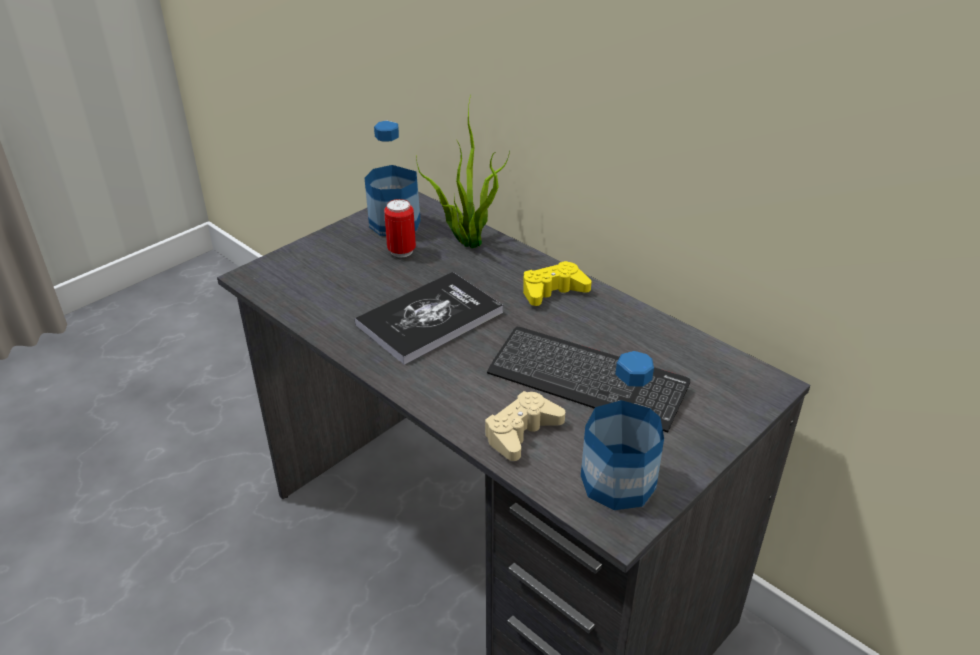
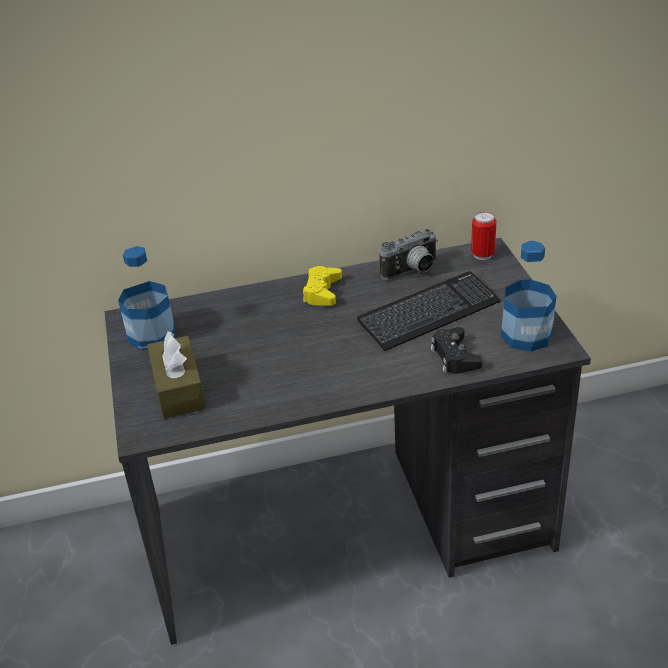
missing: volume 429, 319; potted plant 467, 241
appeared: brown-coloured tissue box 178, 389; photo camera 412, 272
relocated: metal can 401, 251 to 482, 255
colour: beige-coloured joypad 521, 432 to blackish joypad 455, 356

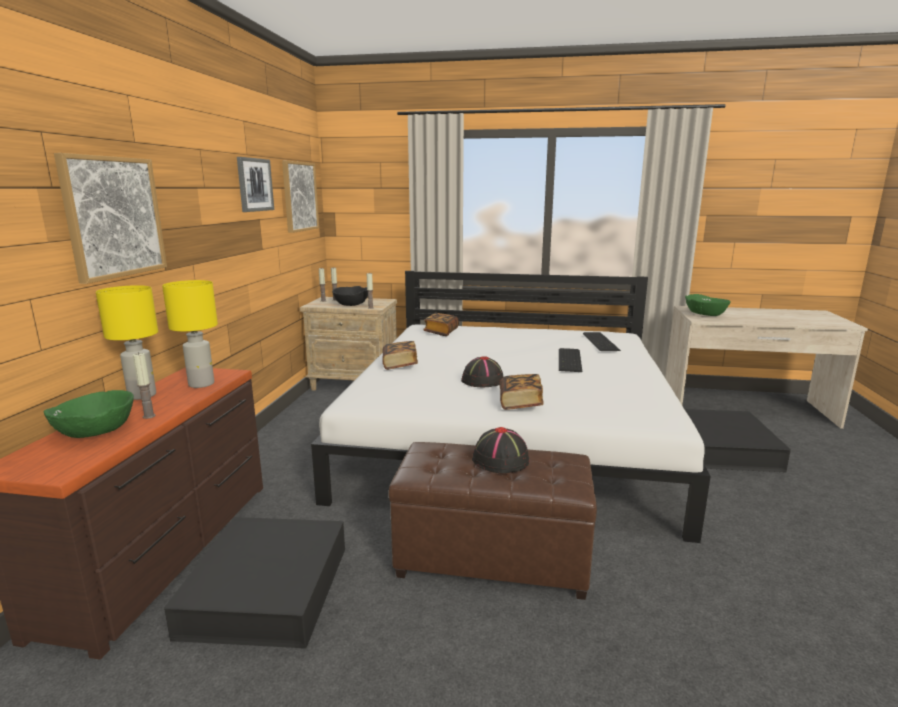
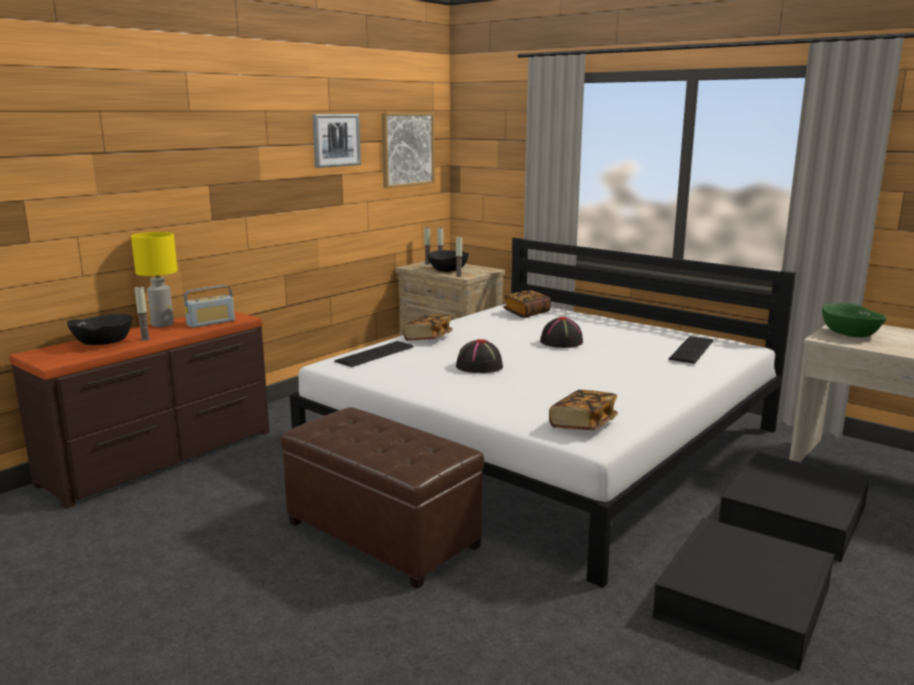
missing: picture 114, 217
relocated: blackish storage bin 267, 589 to 743, 601; blackish hat 501, 460 to 561, 342; volume 520, 403 to 583, 424; keyboard 571, 360 to 377, 354
exchanged: yellow-coloured tabletop lamp 201, 384 to radio receiver 211, 323
colour: green serving bowl 95, 431 to blackish serving bowl 103, 343

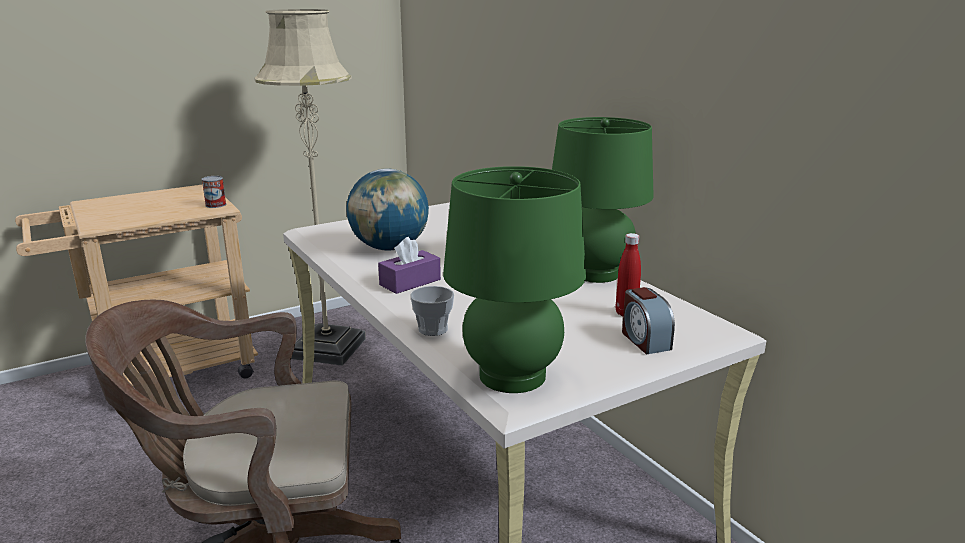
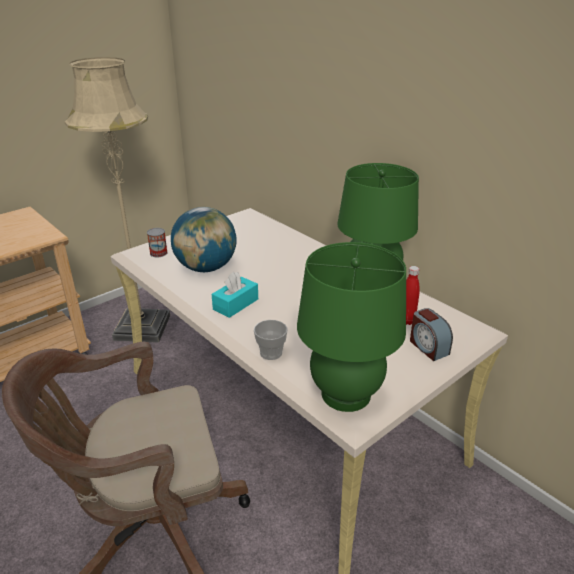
relocated: metal can 216, 205 to 158, 253
colour: purplish tissue box 410, 282 to turquoise tissue box 235, 304

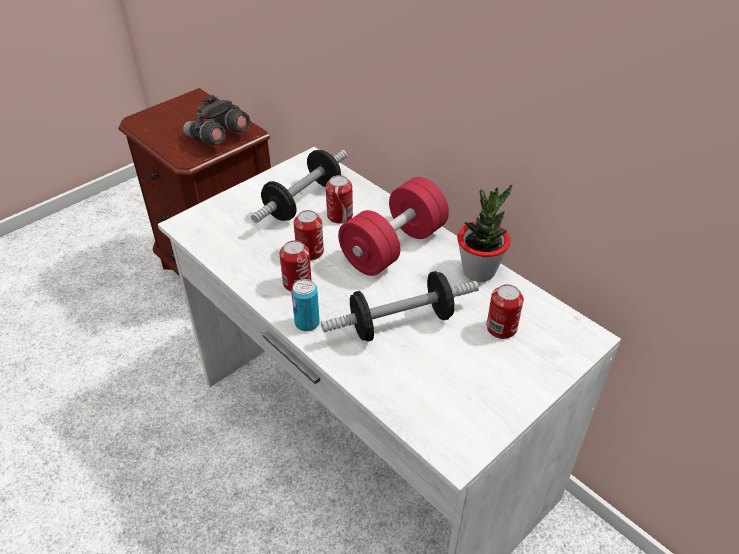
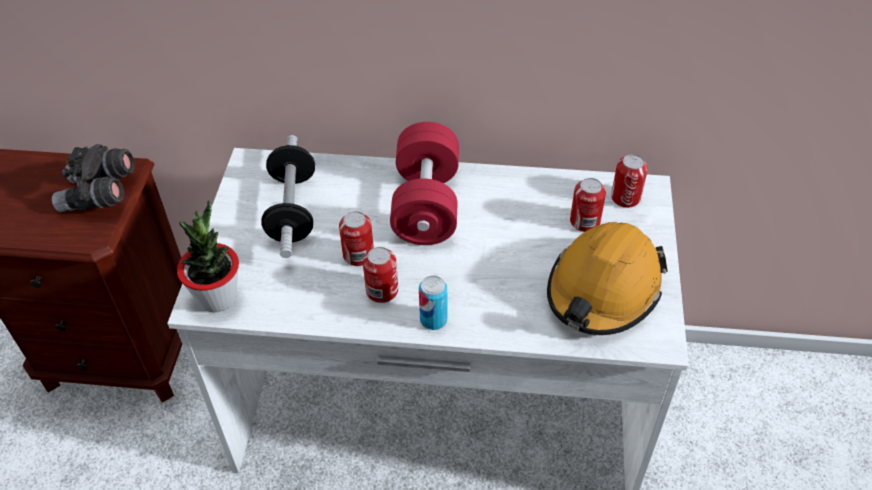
missing: hand weight 400, 323
appeared: orangey hard hat 603, 290
relocated: metal can 340, 216 to 625, 197; potted plant 479, 271 to 218, 297

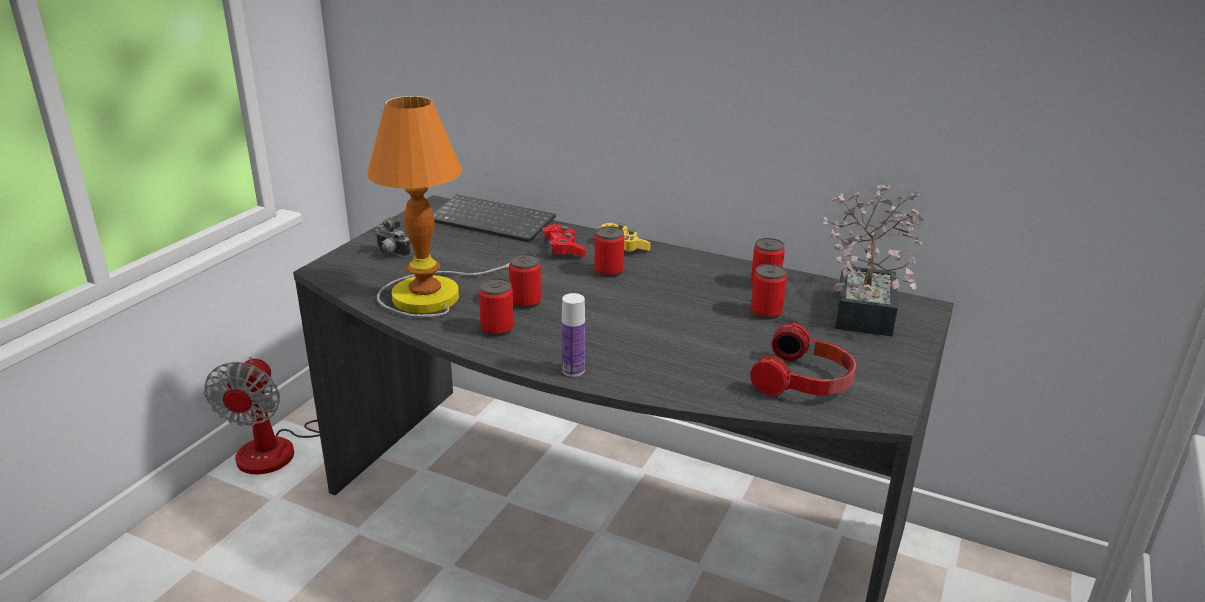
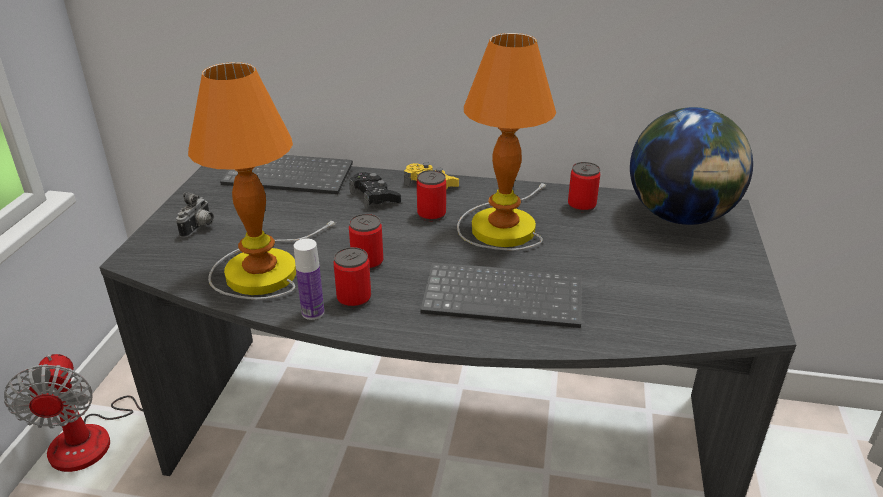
missing: pair of headphones 805, 381; metal can 766, 312
appeared: keyboard 504, 296; tabletop lamp 502, 225
relocated: drink bottle 573, 370 to 313, 313
exchanged: potted plant 865, 308 to desk globe 680, 217
colour: red-coloured joypad 563, 249 to blackish joypad 374, 196
spun: photo camera 390, 253 = 199, 228 90 degrees counterclockwise

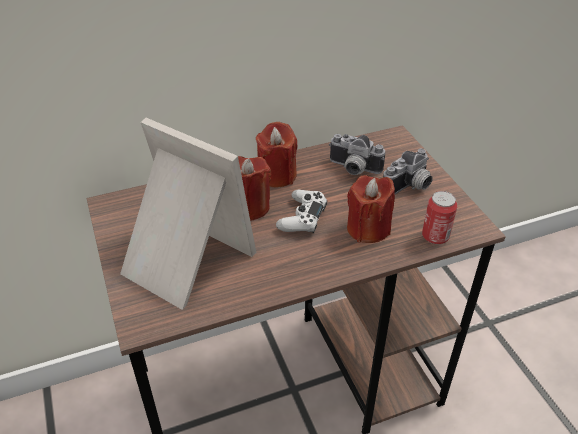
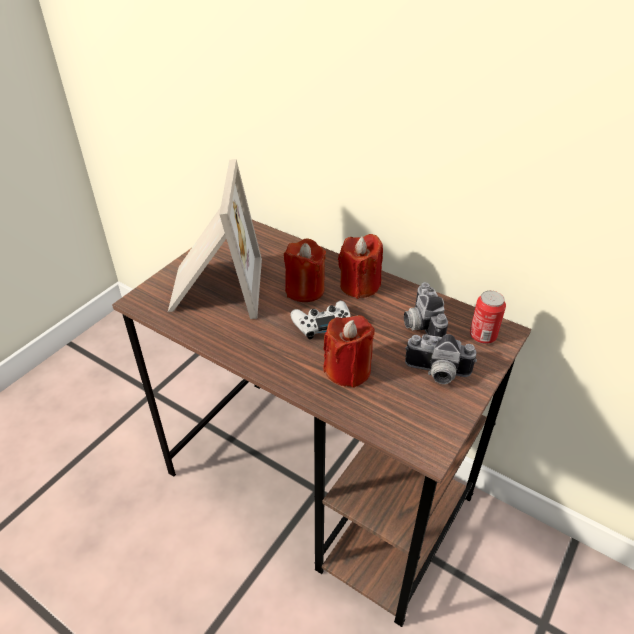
relocated: metal can 435, 236 to 482, 336

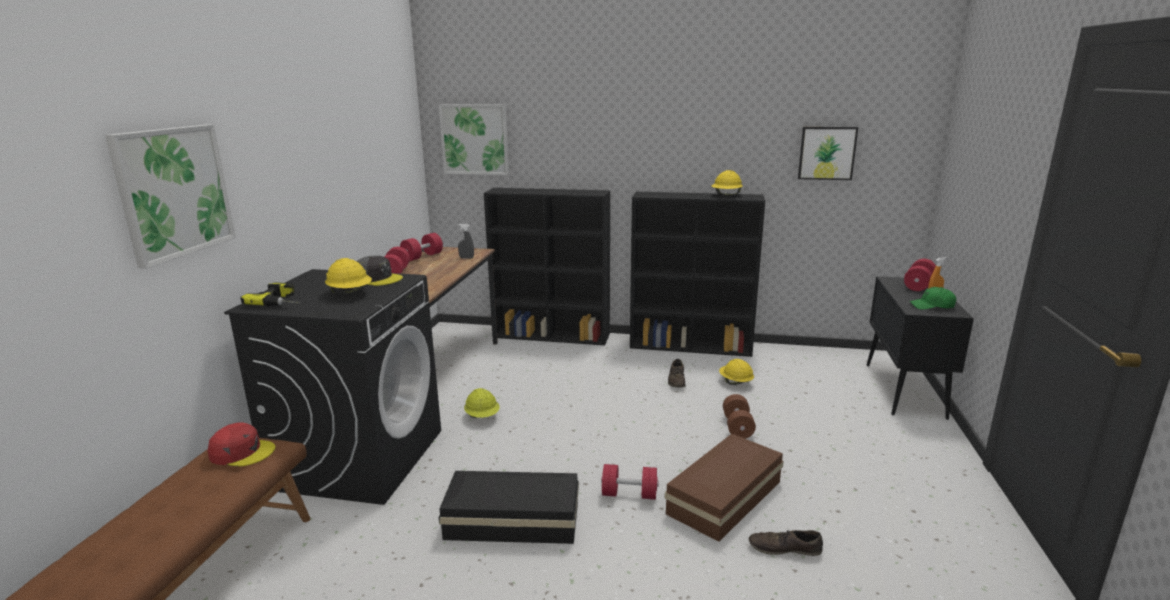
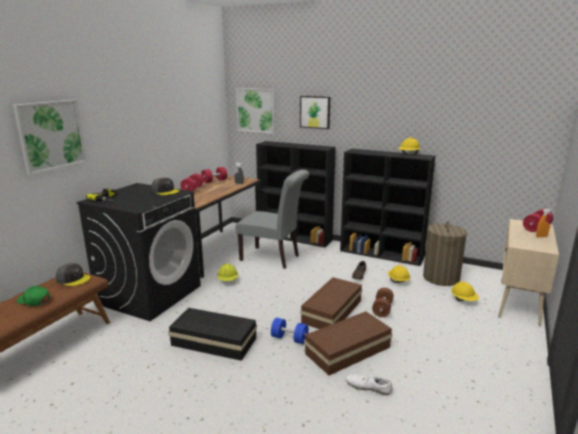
appeared: gray upright chair 273, 258; brown-coloured storage bin 333, 311; hamper 441, 277
relocated: yellow-coloured hard hat 350, 293 to 463, 300; picture 826, 153 to 315, 112; green baseball cap 932, 306 to 34, 301
colour: red-coloured baseball cap 242, 452 to gray baseball cap 73, 279; red-coloured hand weight 629, 494 to blue-coloured hand weight 289, 338; brown-coloured low shoe 784, 548 to white low shoe 368, 387; blackish cabinet 904, 391 to beige-coloured cabinet 519, 302

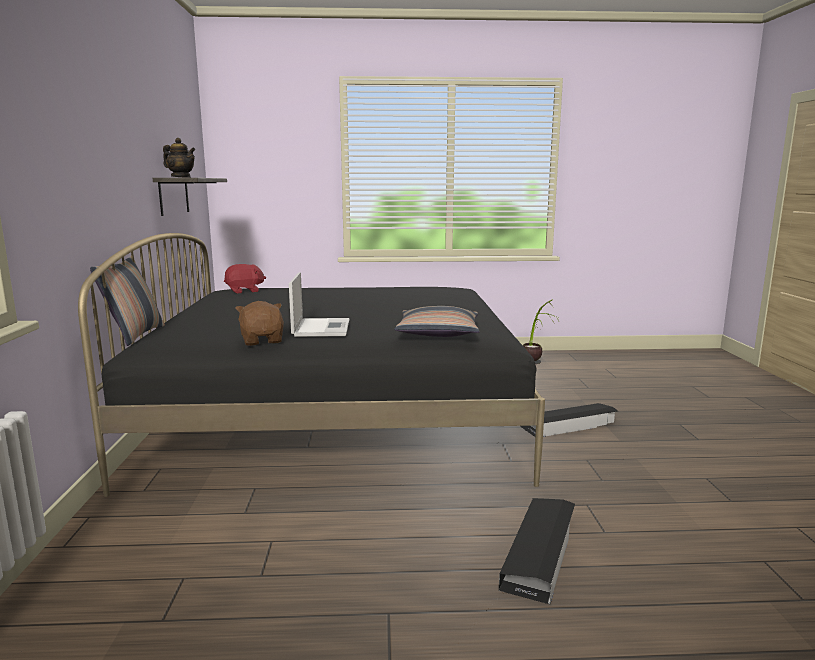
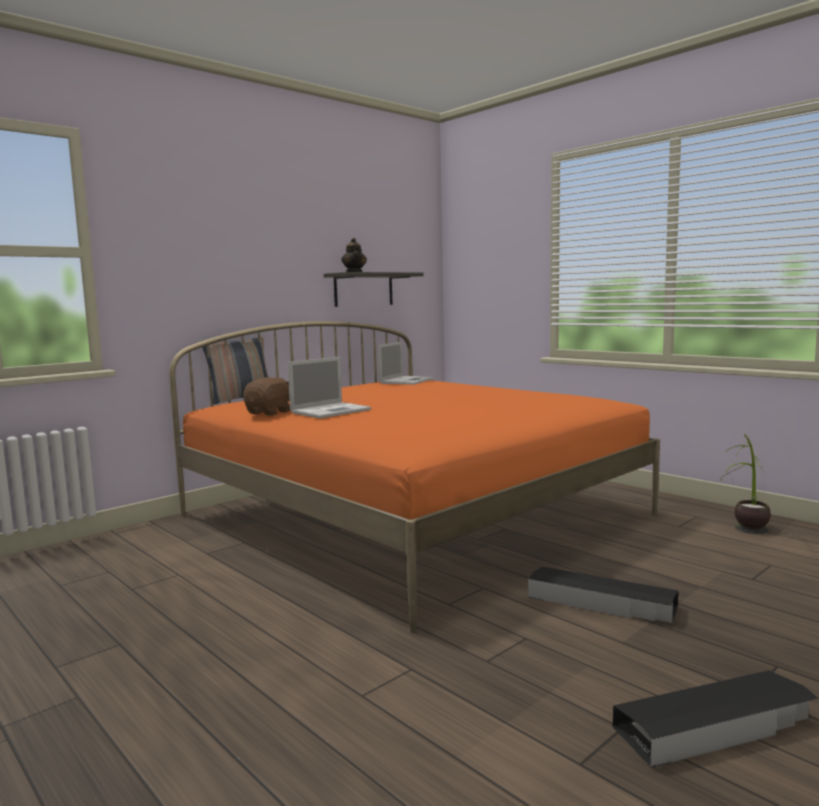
missing: throw pillow 438, 333
relocated: blackish storage bin 540, 553 to 715, 727
exchanged: red-coloured cuddly toy 245, 291 to notebook computer 407, 381
colour: blackish bedroom bed 337, 414 to orangey bedroom bed 412, 515

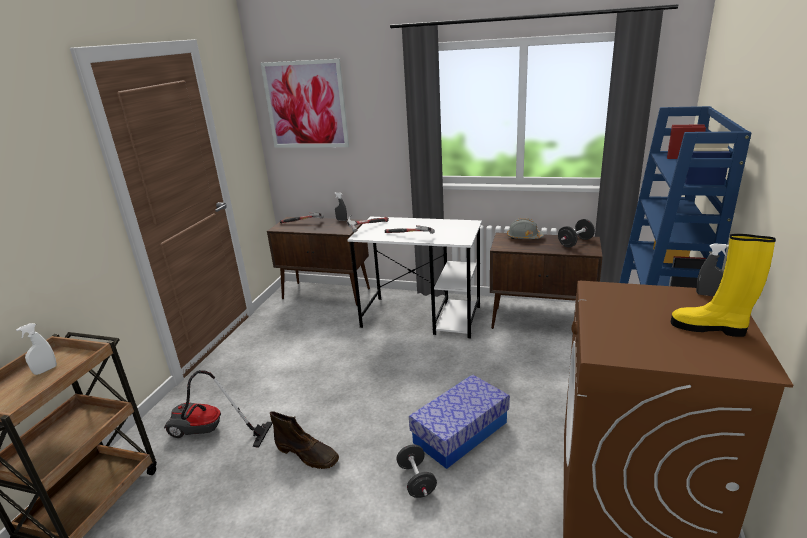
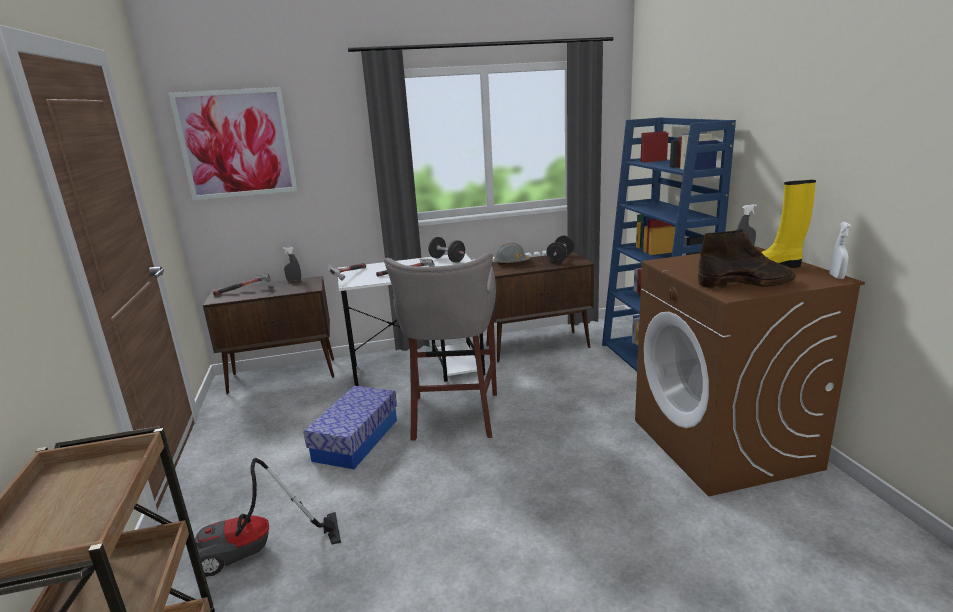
appeared: gray stool seat 453, 417
relocated: white sprayer 45, 370 to 836, 277; brown-coloured high-top boot 307, 454 to 746, 283; blackish hand weight 416, 481 to 447, 260; storage bin 460, 432 to 356, 440

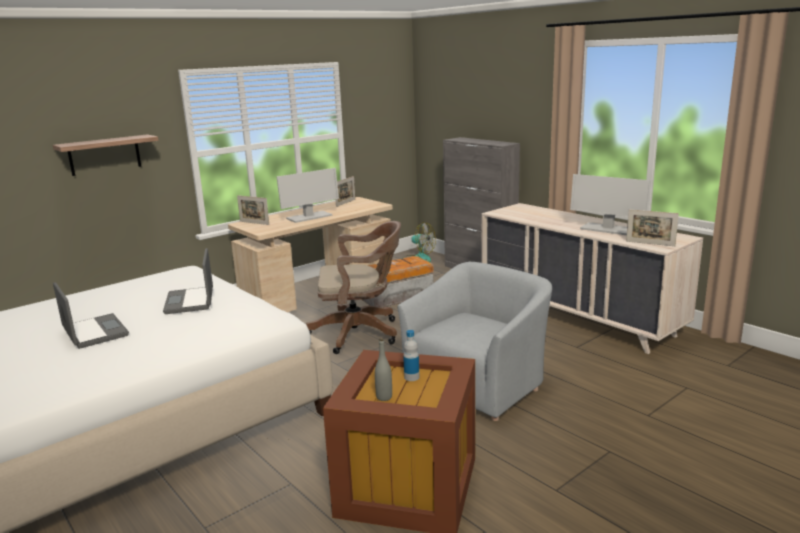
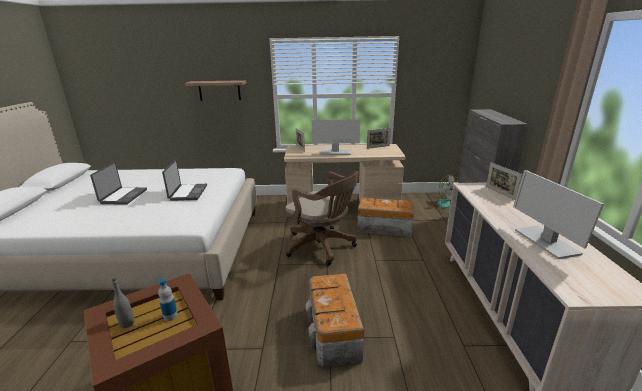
relocated: standing frame 650, 243 to 500, 193
exchanged: gray armchair 477, 383 to storage bin 333, 333
spun: notebook computer 191, 301 = 187, 193 150 degrees clockwise

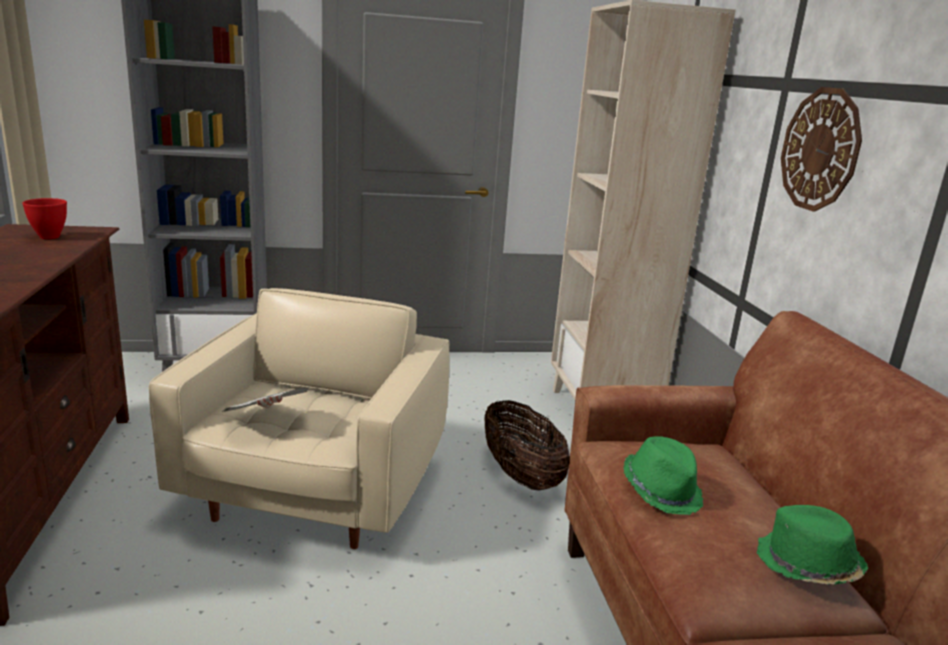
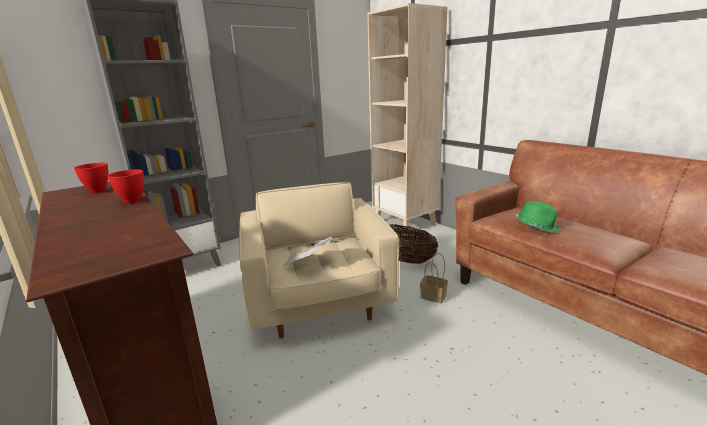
missing: green hat 806, 565; clock on the wall 820, 149
appeared: red-coloured serving bowl 133, 201; household basket 434, 296

